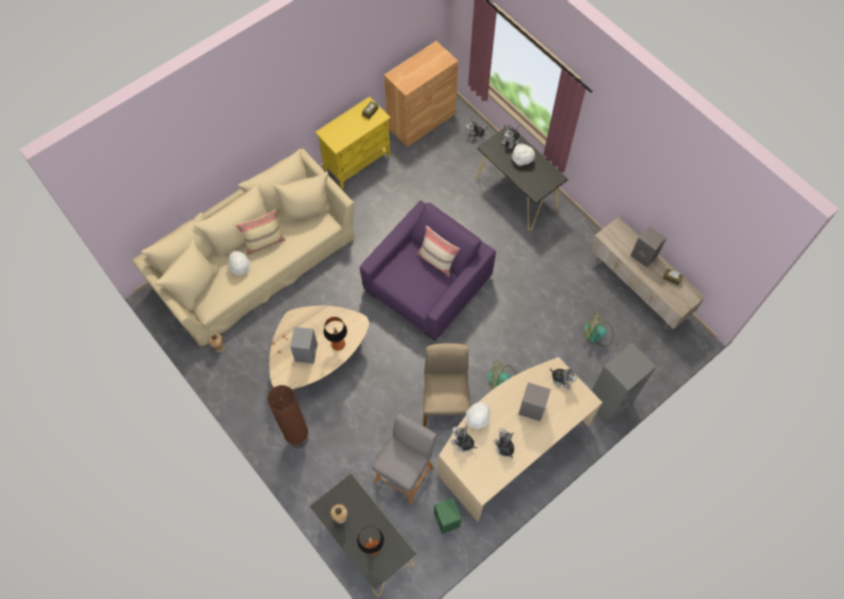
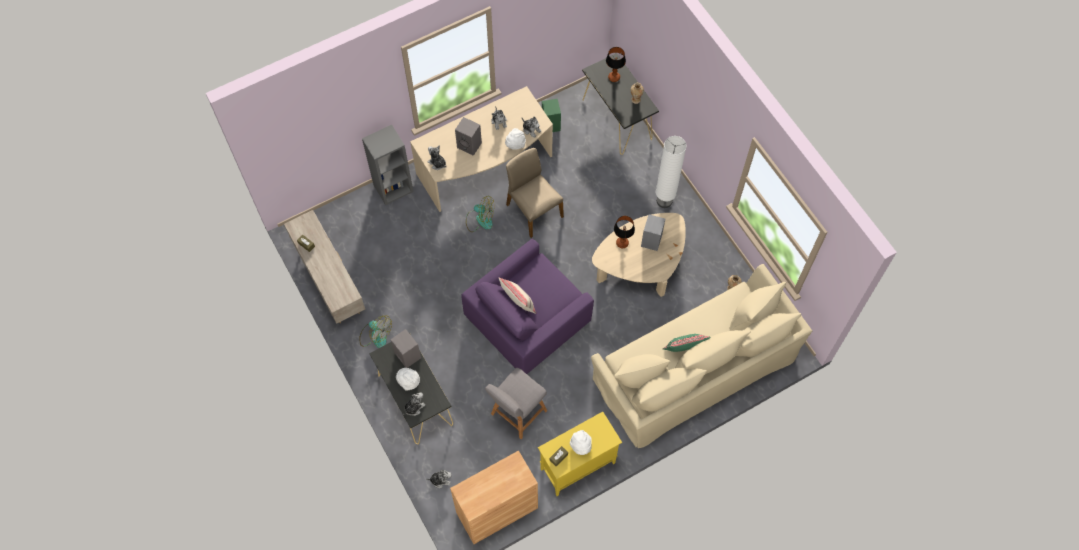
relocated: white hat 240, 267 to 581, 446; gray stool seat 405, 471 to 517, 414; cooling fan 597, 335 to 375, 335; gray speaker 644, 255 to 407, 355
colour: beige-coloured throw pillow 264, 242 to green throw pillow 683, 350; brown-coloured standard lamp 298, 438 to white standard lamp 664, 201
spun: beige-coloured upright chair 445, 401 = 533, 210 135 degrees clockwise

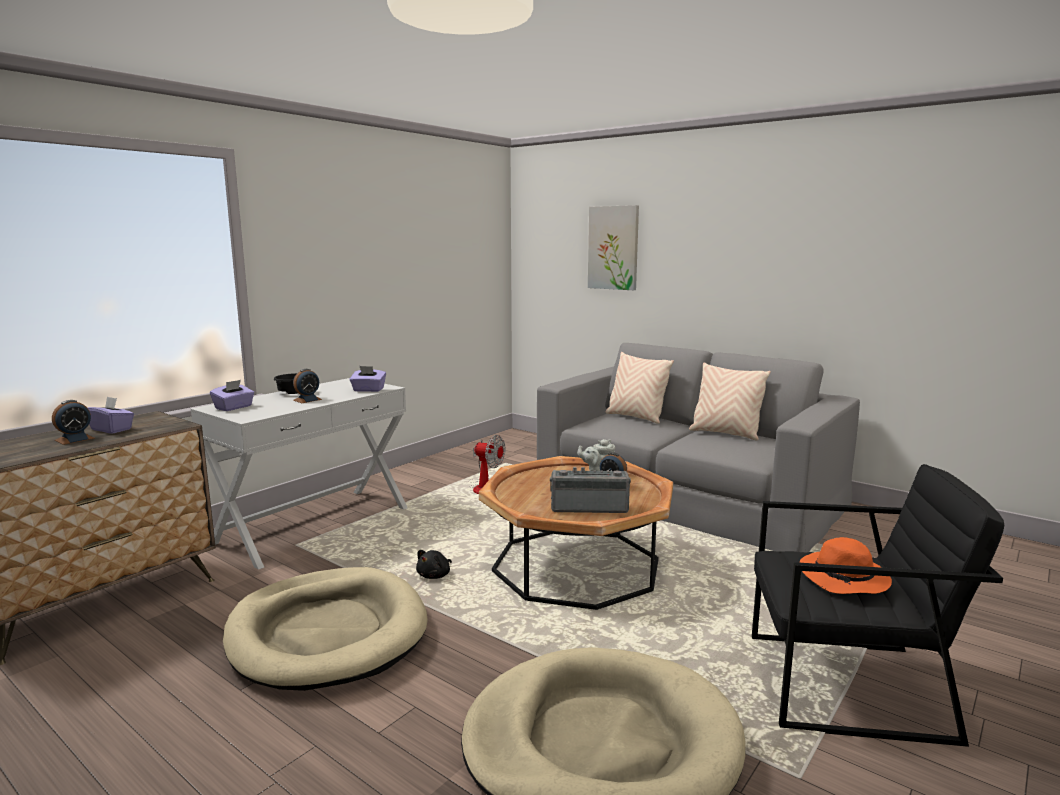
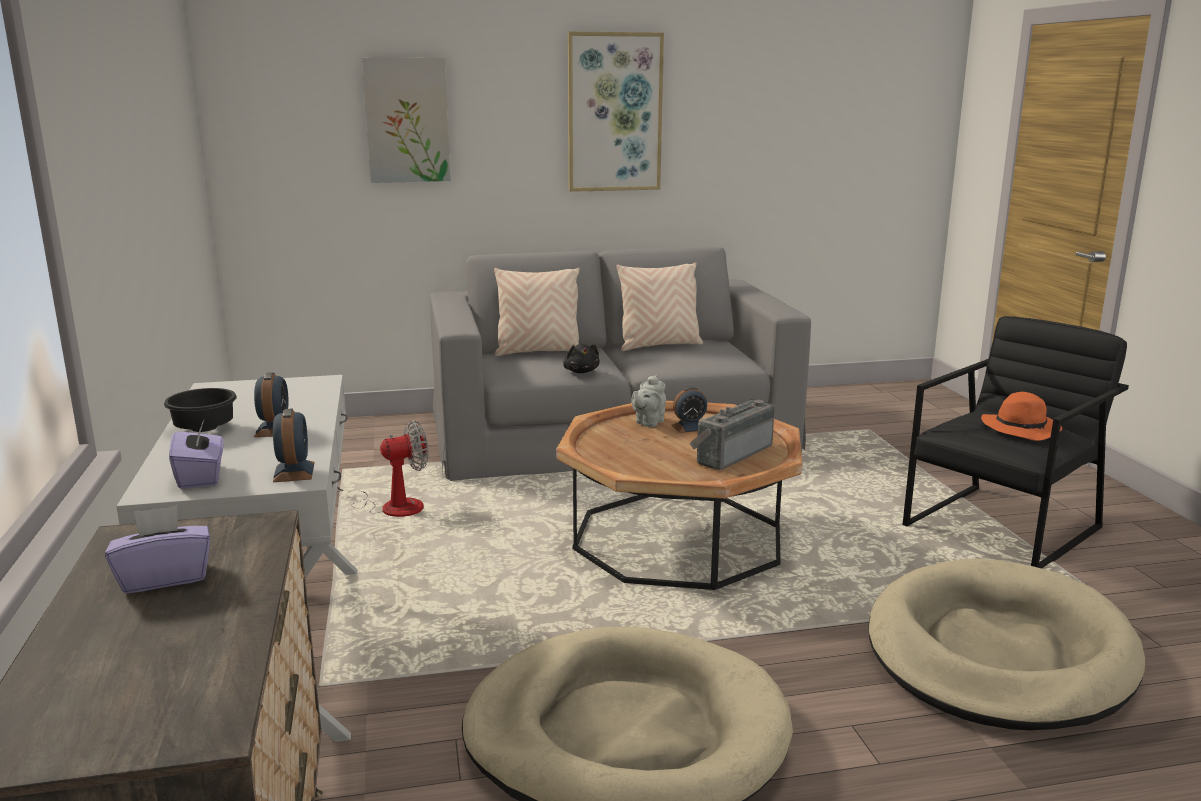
missing: purplish tissue box 368, 390
appeared: picture 614, 113
relocated: bedside clock 75, 439 to 294, 472; blackish cuddly toy 435, 575 to 581, 371

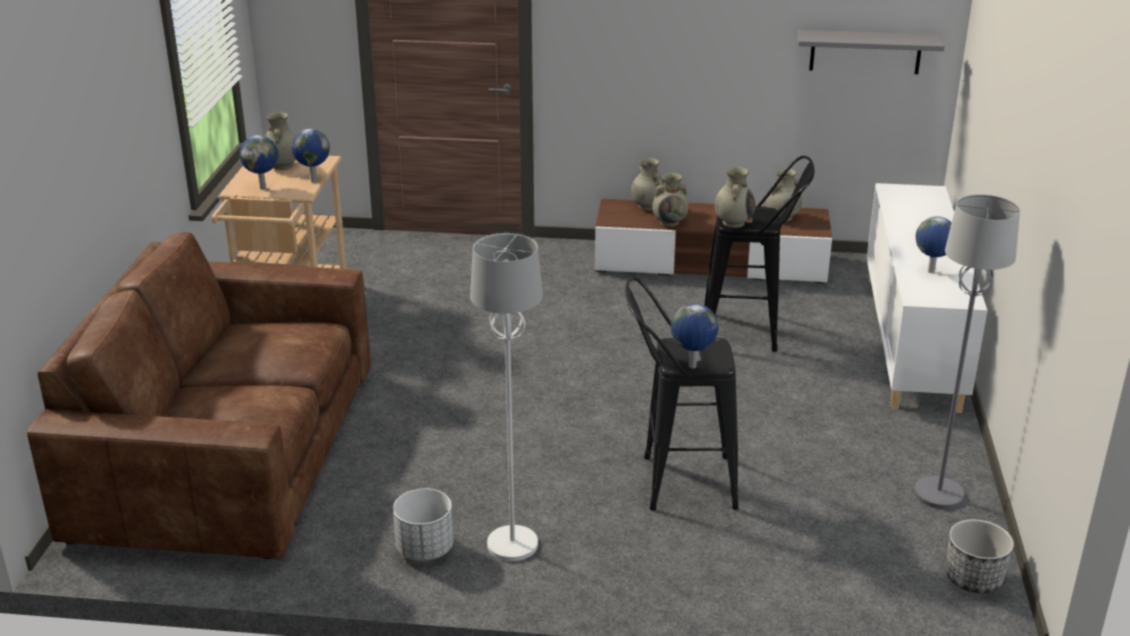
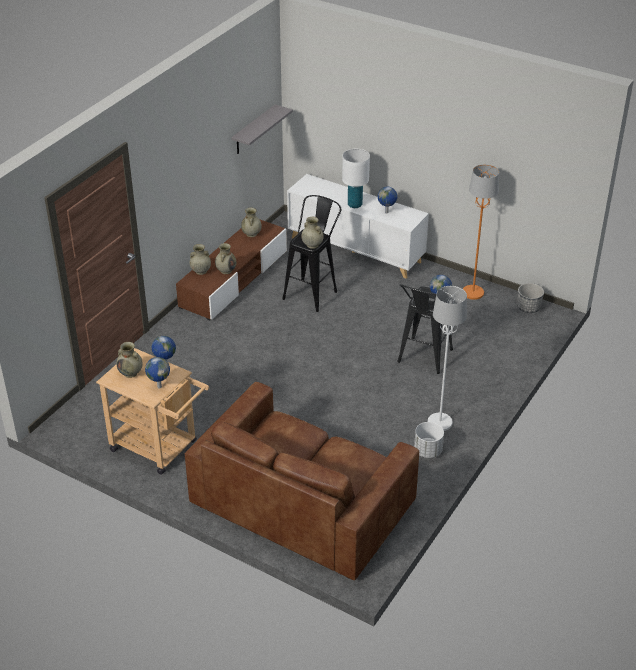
appeared: white tabletop lamp 355, 205
colour: gray standard lamp 939, 494 to orangey standard lamp 473, 292

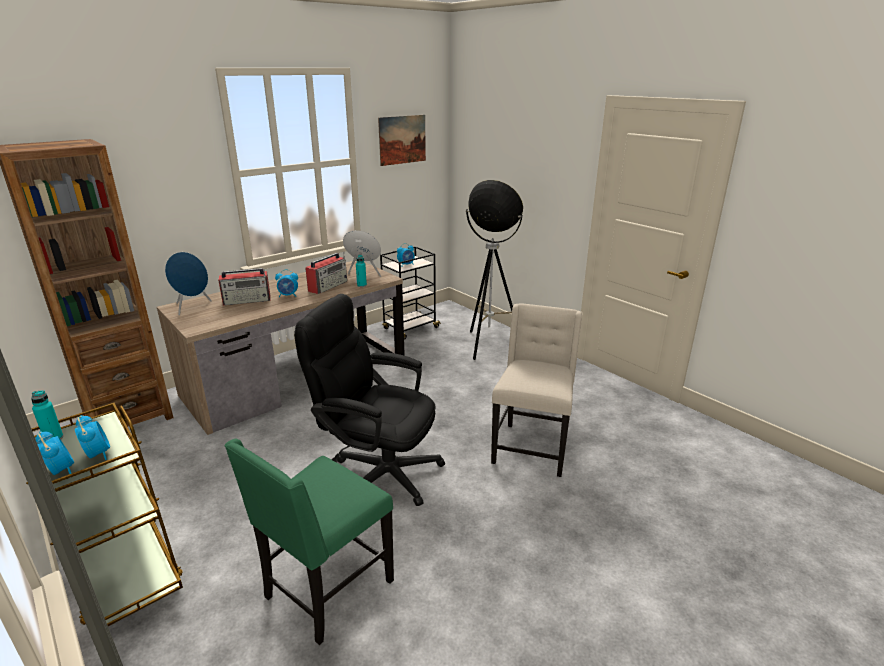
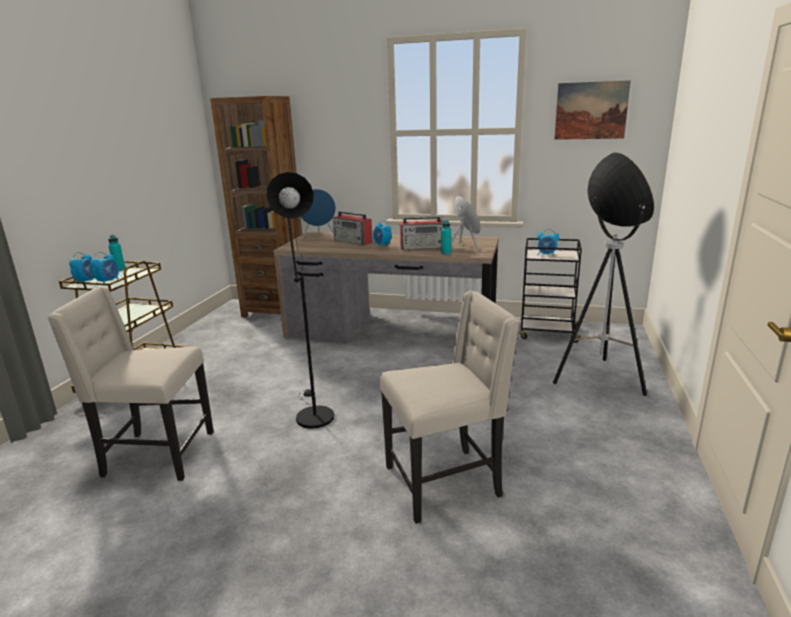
exchanged: blackish office chair 378, 470 to blackish standard lamp 312, 414
colour: green upright chair 326, 590 to beige-coloured upright chair 156, 455

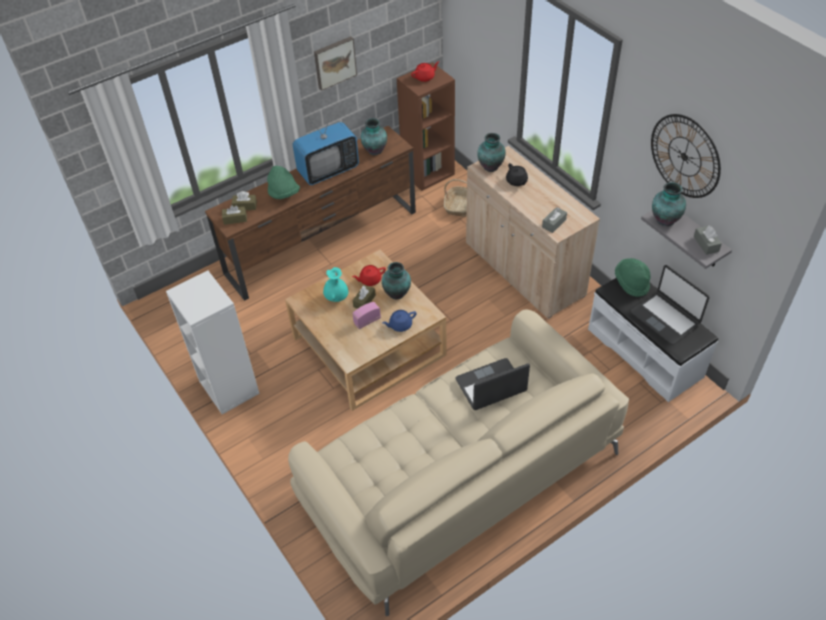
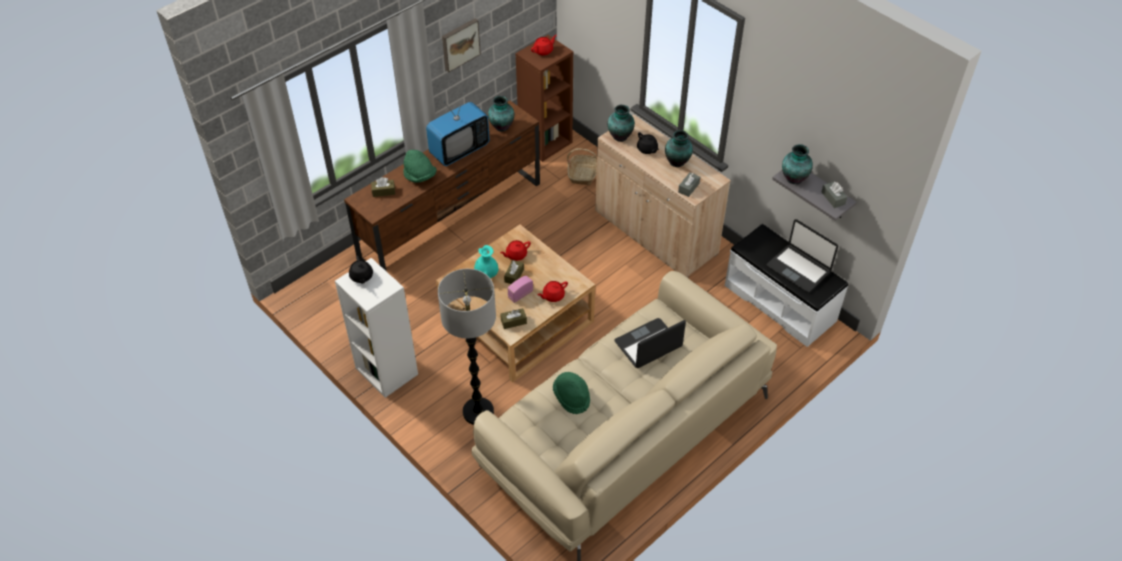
missing: clock on the wall 684, 156
appeared: blackish pot for tea 361, 276; standard lamp 478, 412
relocated: brown-coloured tissue box 235, 219 to 513, 321; decorative vase 397, 293 to 678, 162; green hat 631, 282 to 572, 397
colour: blue-coloured pot for tea 400, 325 to red-coloured pot for tea 553, 296

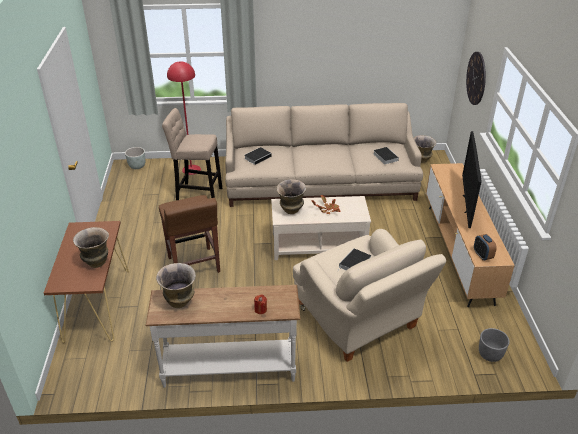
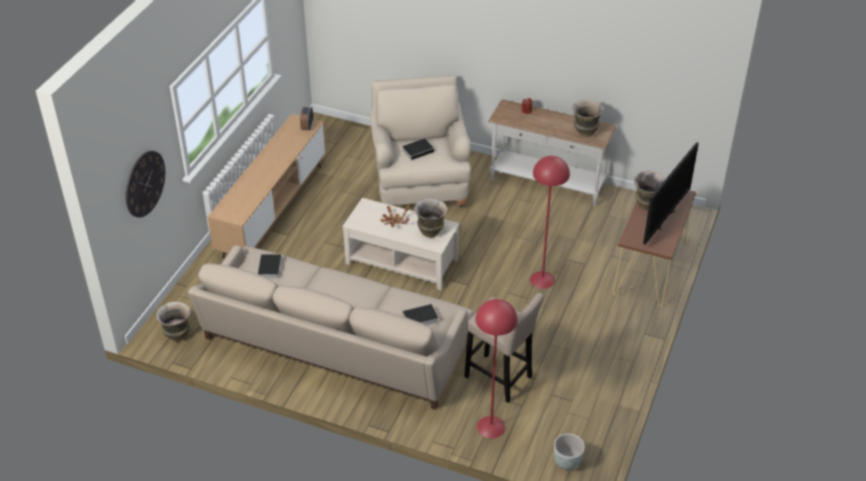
missing: gray planter 490, 355
relocated: TV 467, 204 to 664, 219
exchanged: brown-coloured stool seat 194, 265 to red-coloured standard lamp 542, 280

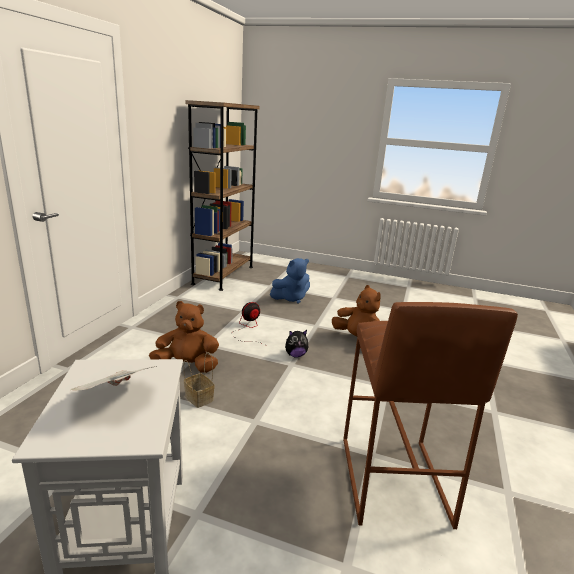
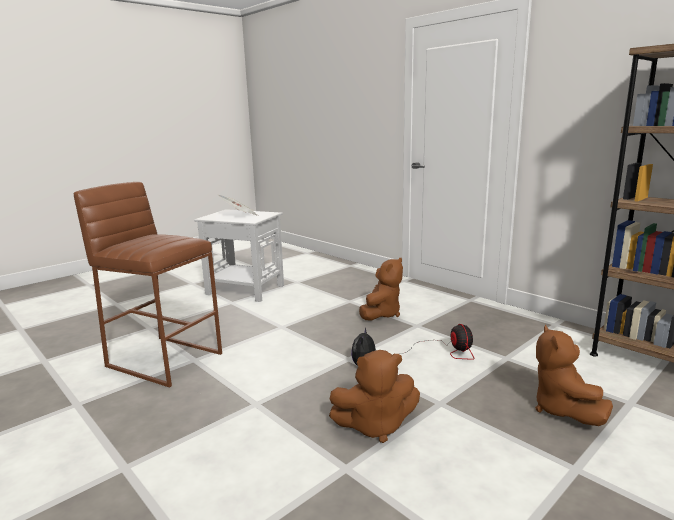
missing: household basket 198, 398
colour: blue-coloured cuddly toy 291, 298 to brown-coloured cuddly toy 562, 410

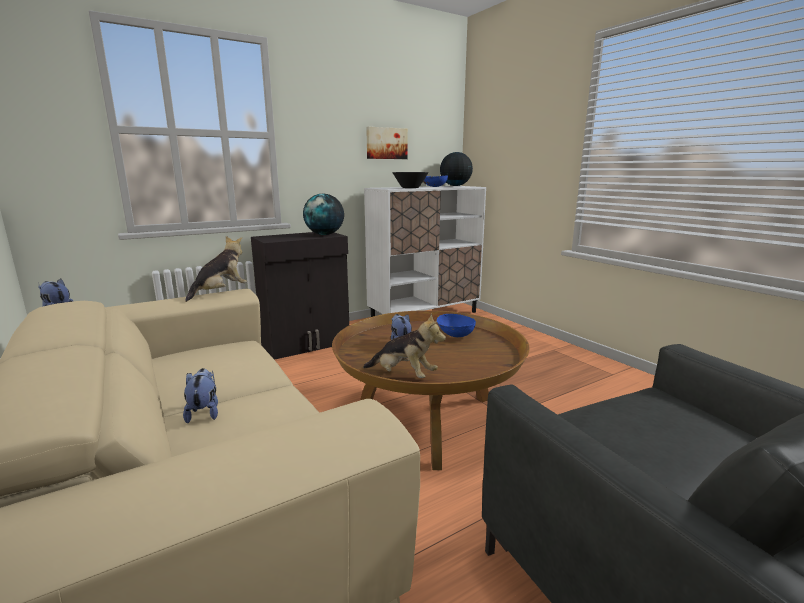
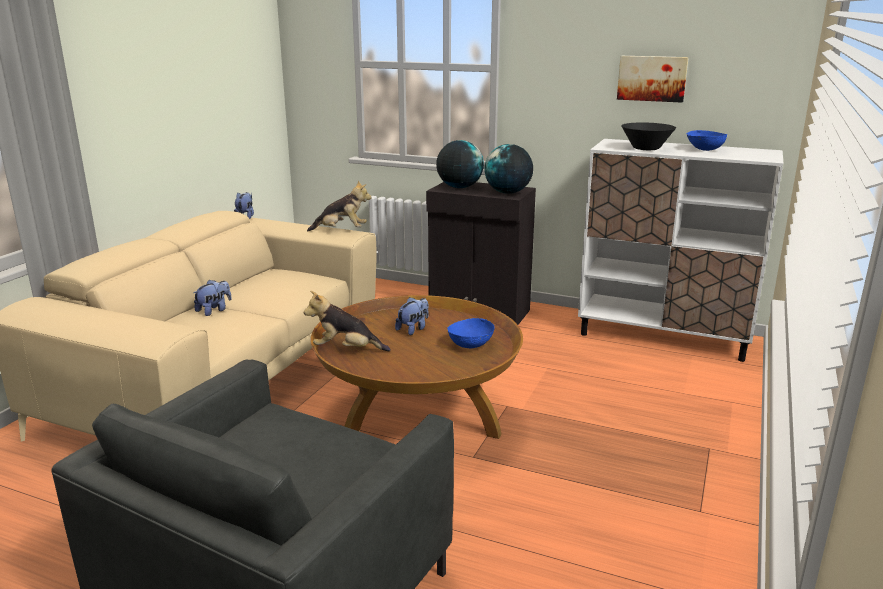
relocated: desk globe 455, 186 to 459, 187
spun: cuddly toy 403, 375 = 346, 349 105 degrees clockwise

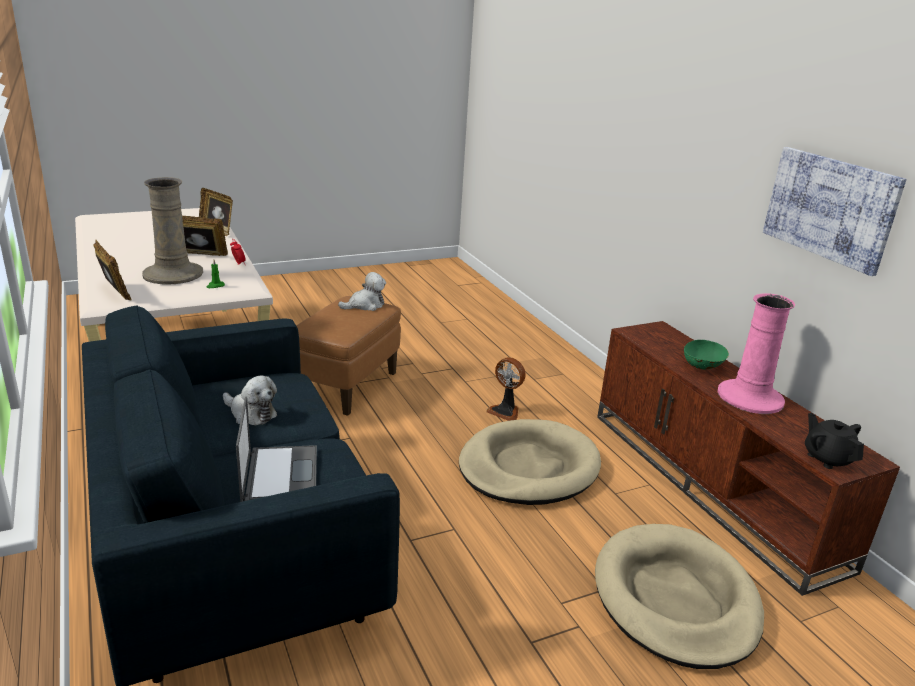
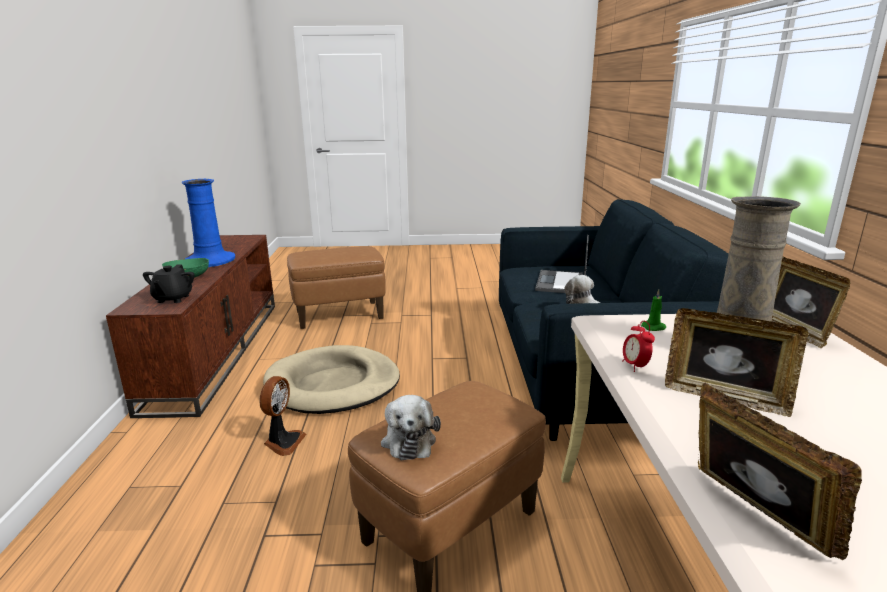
missing: picture 830, 208
relocated: blackish pot for tea 827, 458 to 173, 298
exchanged: beige-coloured dog cushion 675, 599 to brown-coloured footrest 340, 315
colour: pinkish decorative vase 750, 398 to blue-coloured decorative vase 210, 260
spun: cuddly toy 365, 305 = 409, 440 90 degrees counterclockwise; cooling fan 505, 411 = 283, 442 45 degrees clockwise

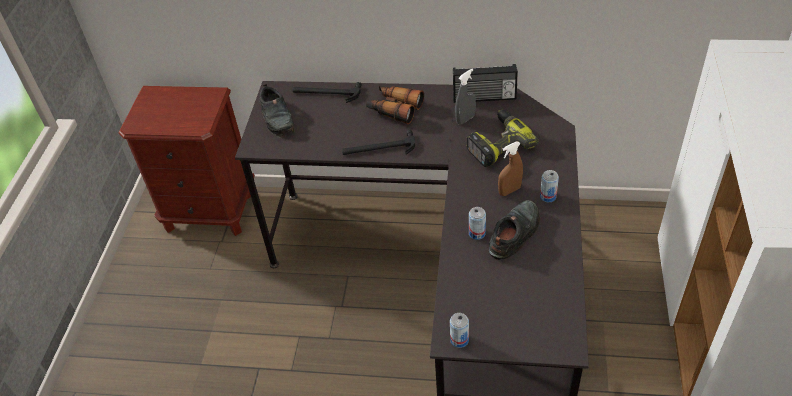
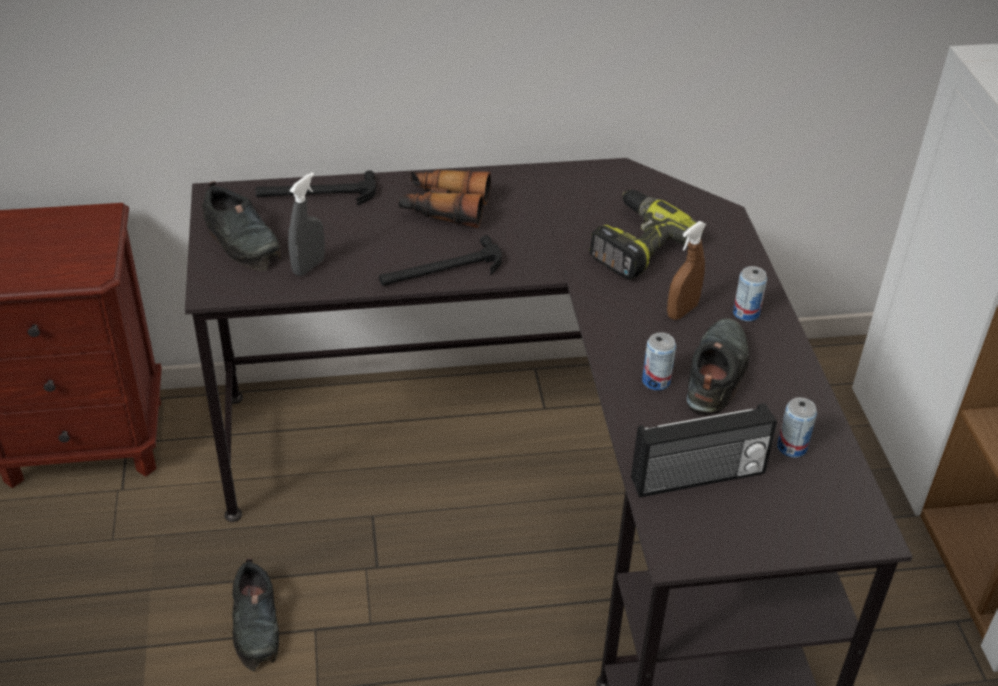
appeared: blackish low shoe 256, 623
relocated: metal can 459, 340 to 792, 447; radio receiver 484, 98 to 698, 478; gray sprayer 465, 119 to 308, 266

